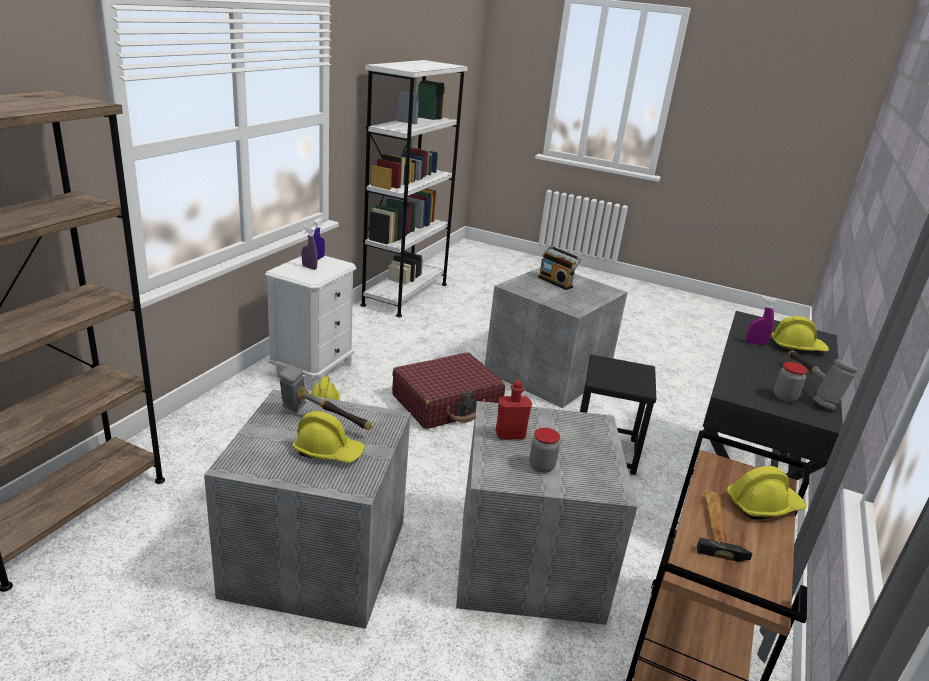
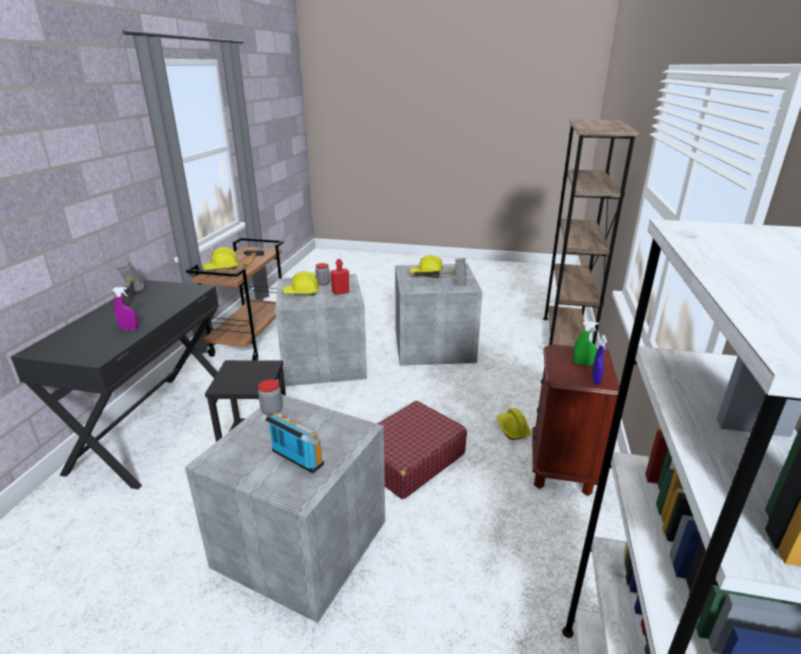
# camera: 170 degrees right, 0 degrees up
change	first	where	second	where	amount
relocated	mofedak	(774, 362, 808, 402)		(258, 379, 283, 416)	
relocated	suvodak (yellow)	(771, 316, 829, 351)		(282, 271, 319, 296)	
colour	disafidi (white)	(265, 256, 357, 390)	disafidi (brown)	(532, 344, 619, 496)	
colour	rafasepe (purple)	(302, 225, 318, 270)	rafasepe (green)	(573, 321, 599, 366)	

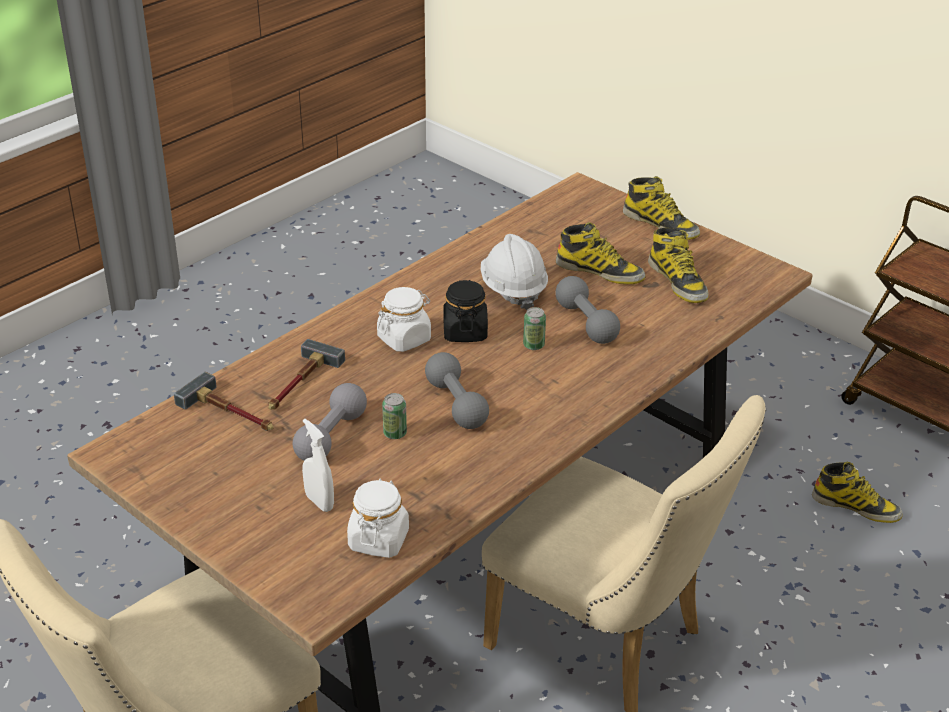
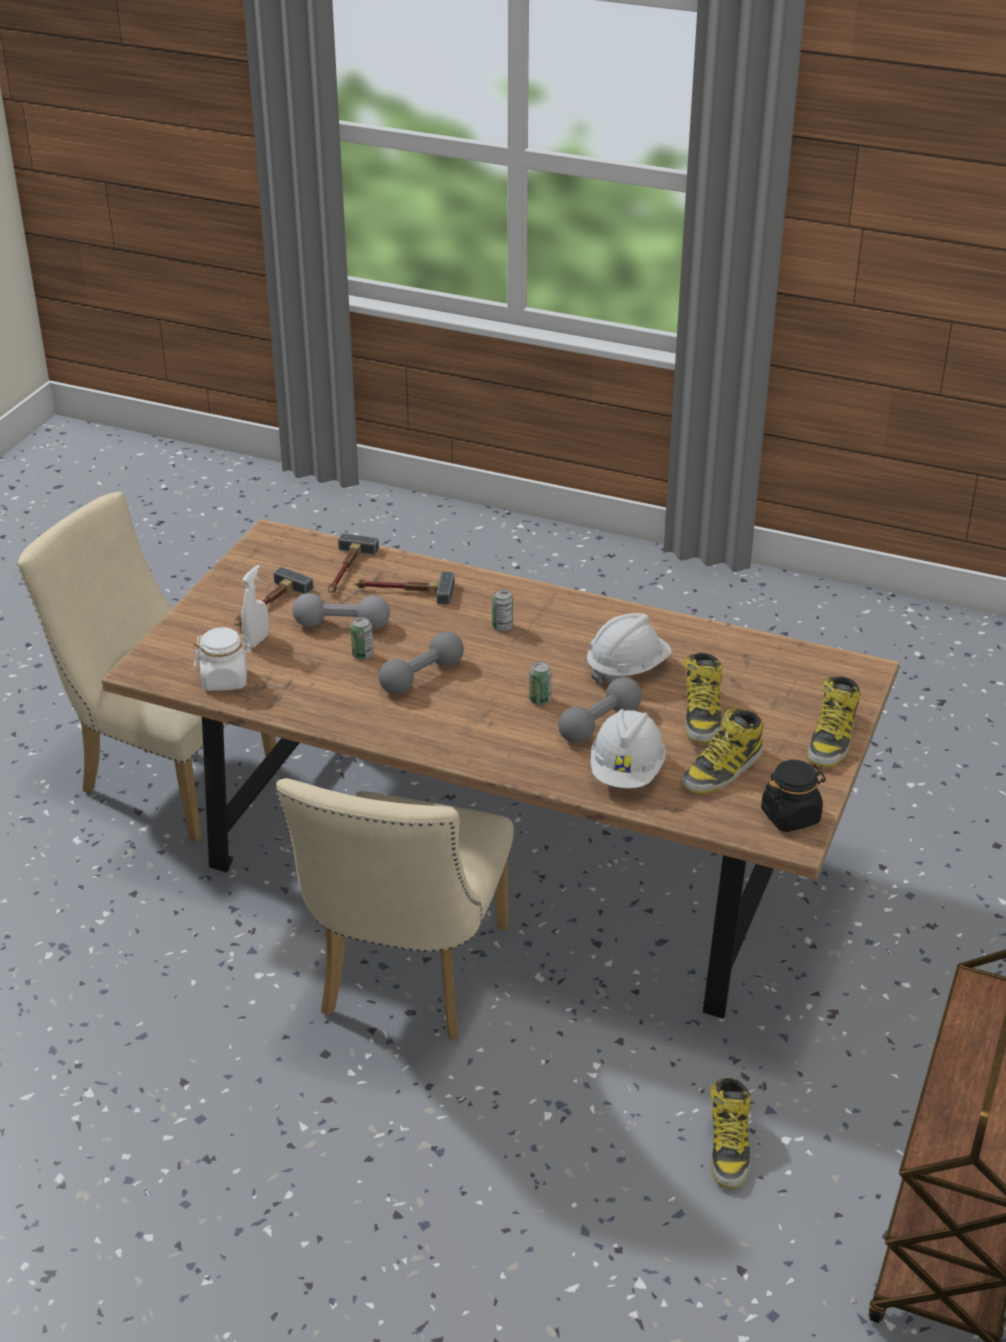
# camera: 70 degrees right, 0 degrees up
change	first	where	second	where	amount
appeared			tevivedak	(235, 567, 313, 626)	
exchanged	mofedak (white)	(377, 287, 431, 352)	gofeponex	(492, 589, 513, 631)	
appeared			suvodak (white)	(590, 709, 666, 788)	
relocated	mofedak (black)	(443, 280, 488, 342)		(761, 760, 826, 832)	

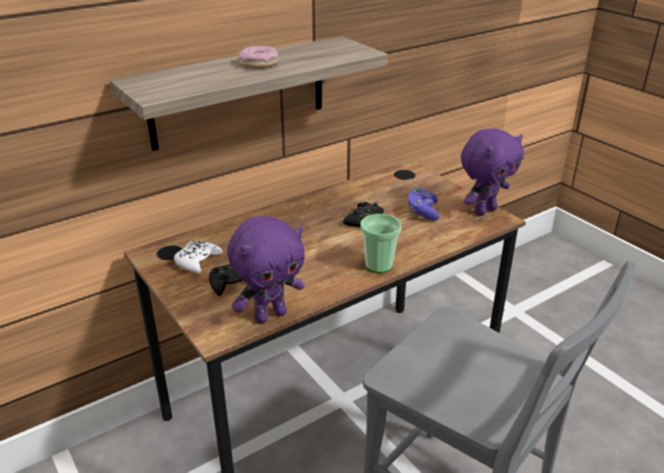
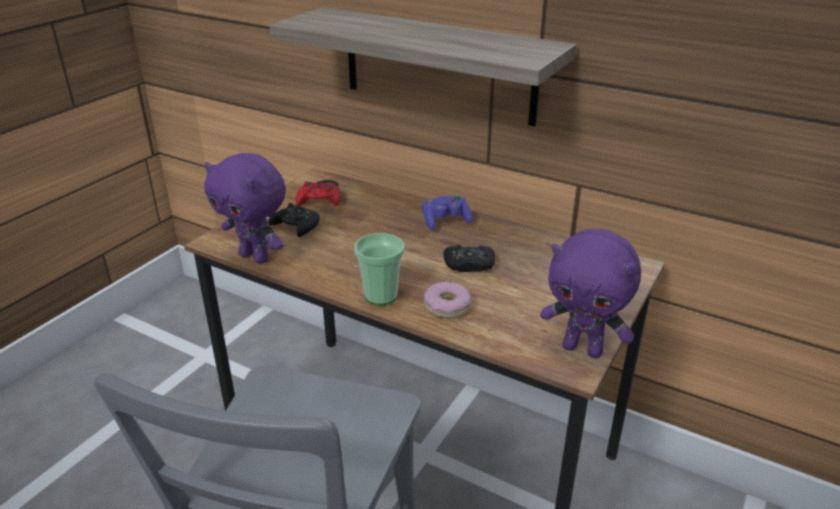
# camera: 65 degrees right, 0 degrees up
change	first	where	second	where	amount
colour	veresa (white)	(174, 240, 223, 274)	veresa (red)	(295, 181, 341, 206)	
relocated	veresa (purple)	(408, 188, 440, 221)		(422, 195, 473, 230)	
relocated	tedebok	(238, 46, 278, 68)		(424, 282, 471, 318)	

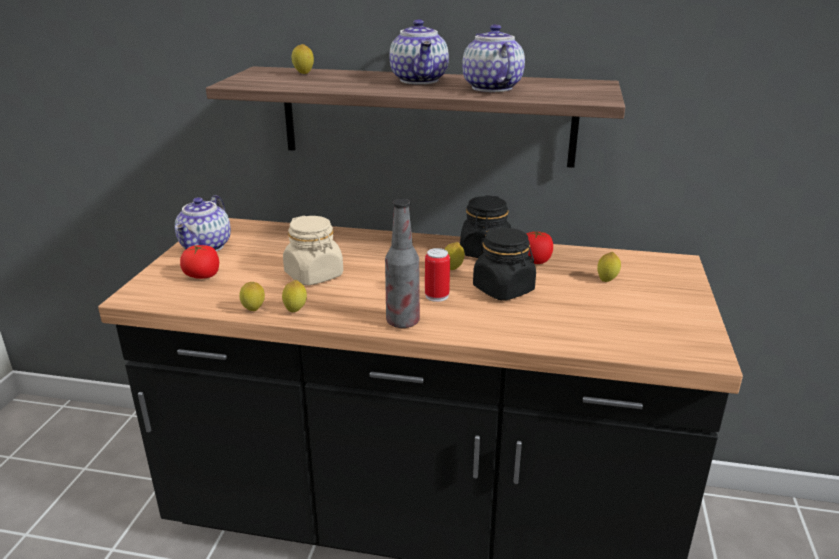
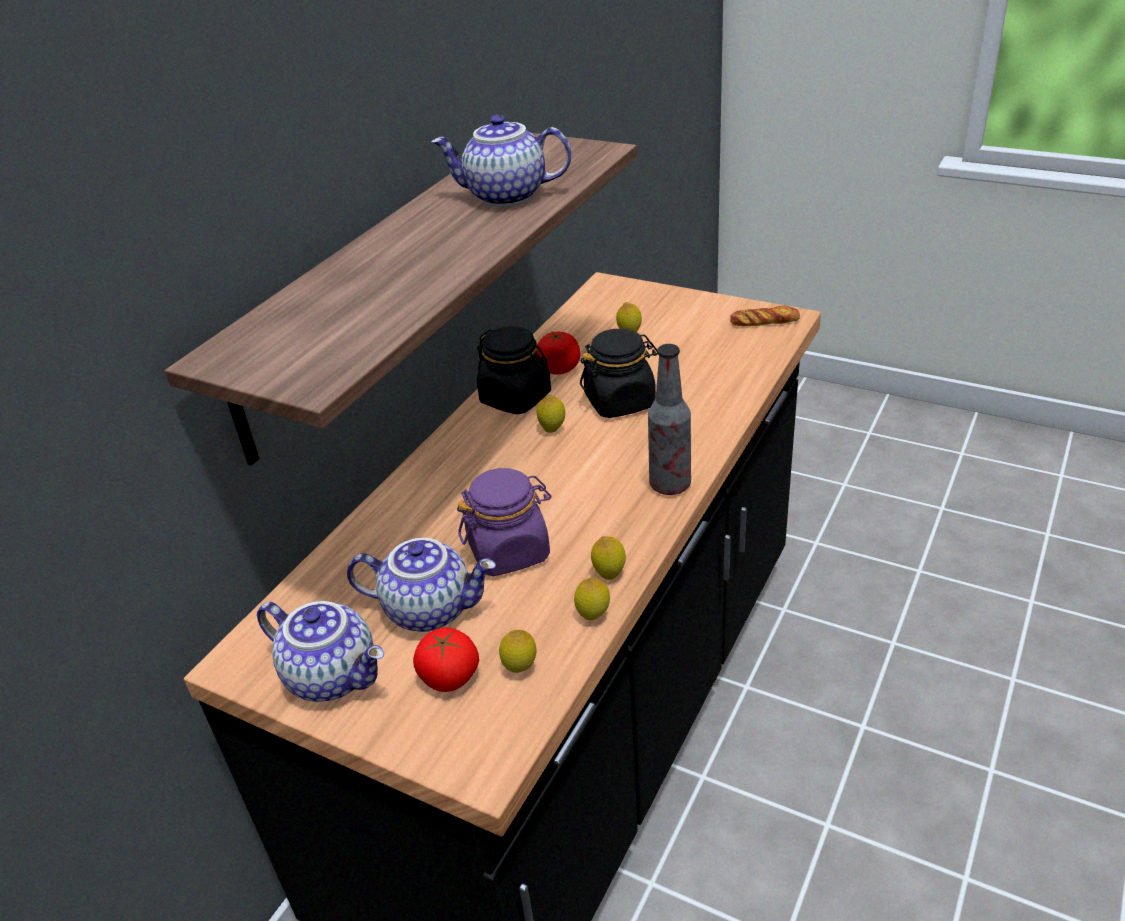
# camera: 70 degrees left, 10 degrees up
change	first	where	second	where	amount
relocated	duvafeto	(390, 19, 449, 84)		(347, 538, 496, 632)	
colour	mofedak (beige)	(283, 215, 343, 286)	mofedak (purple)	(457, 468, 551, 576)	
relocated	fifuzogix	(292, 44, 314, 74)		(499, 630, 536, 673)	
appeared			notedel	(730, 306, 800, 326)	
missing	gofeponex	(425, 248, 450, 302)			

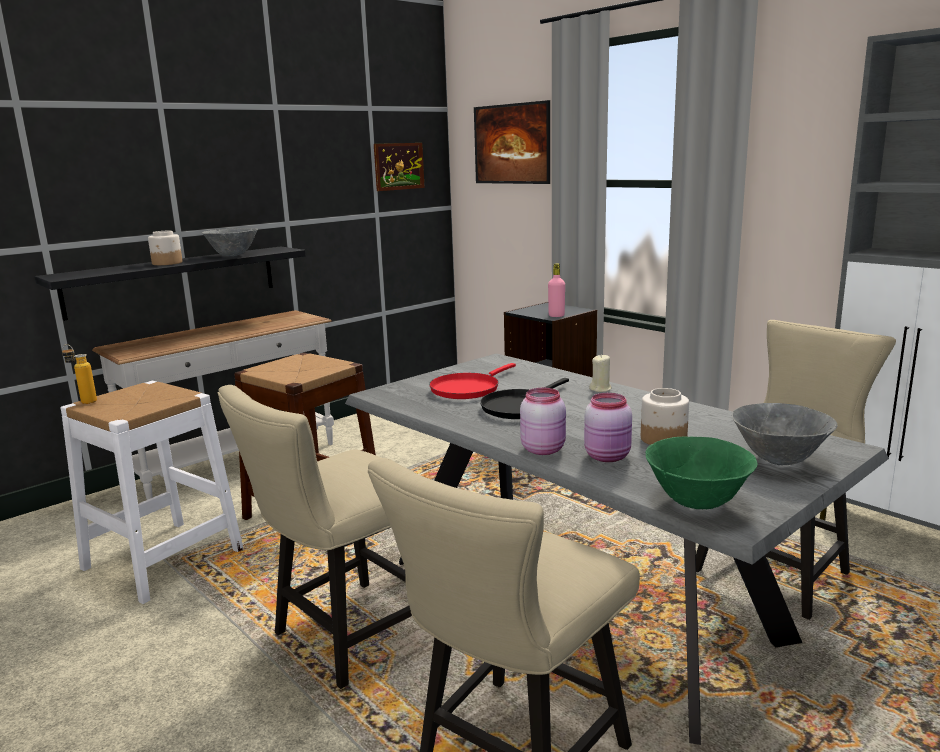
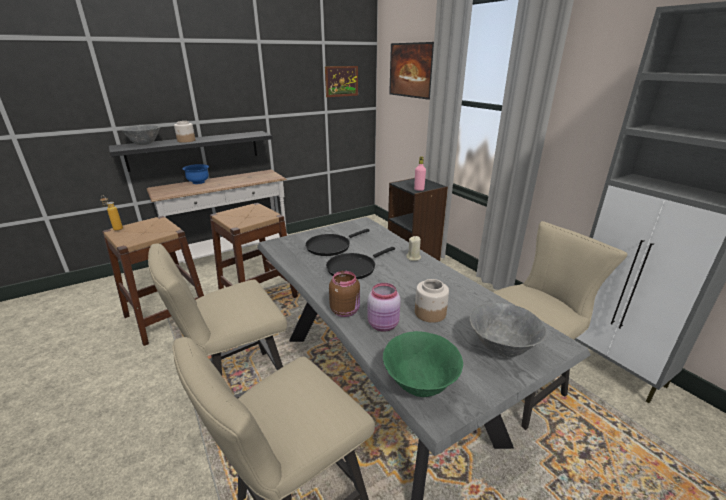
# camera: 10 degrees right, 10 degrees up
change	first	where	second	where	amount
colour	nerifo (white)	(60, 381, 244, 604)	nerifo (brown)	(102, 216, 204, 346)	
relocated	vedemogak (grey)	(202, 228, 258, 256)		(121, 125, 160, 145)	
appeared			vedemogak (blue)	(182, 164, 209, 184)	
colour	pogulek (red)	(429, 363, 516, 399)	pogulek (black)	(305, 229, 370, 256)	
colour	mofedak (pink)	(520, 388, 566, 455)	mofedak (brown)	(329, 271, 360, 317)	

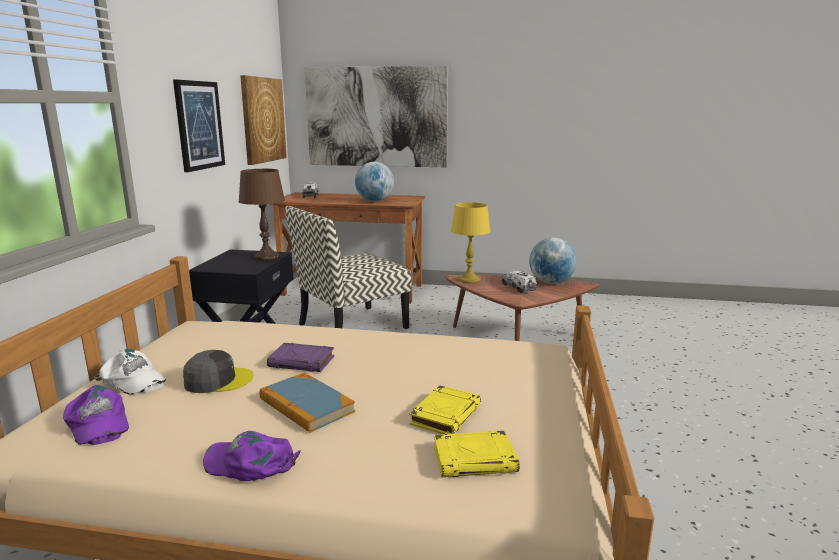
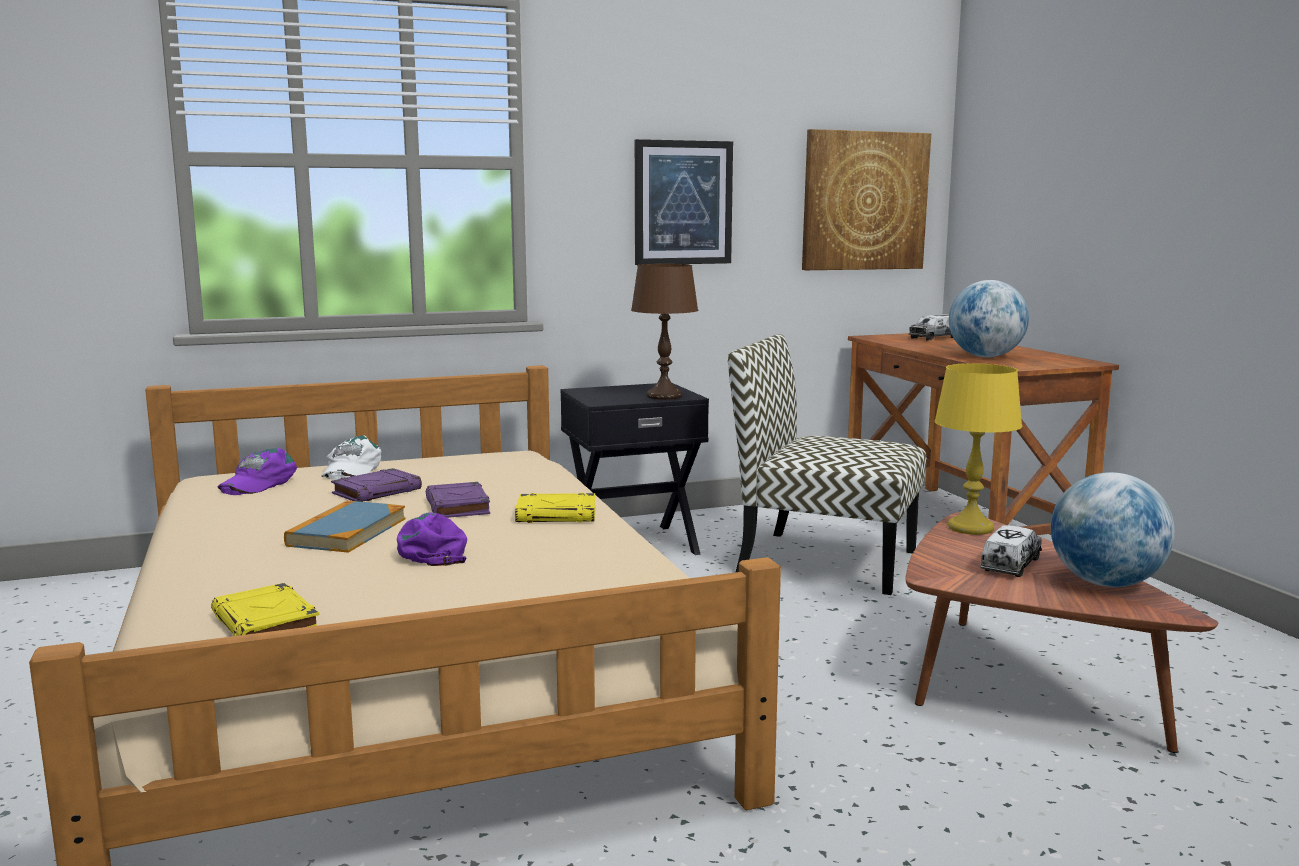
# camera: 60 degrees right, 5 degrees down
change	first	where	second	where	amount
exchanged	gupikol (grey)	(183, 350, 254, 393)	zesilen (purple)	(331, 468, 422, 502)	
relocated	gupikol (purple)	(203, 431, 301, 481)		(397, 512, 467, 566)	
relocated	zesilen (yellow)	(409, 385, 481, 434)		(515, 493, 596, 523)	
missing	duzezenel	(305, 66, 448, 167)			

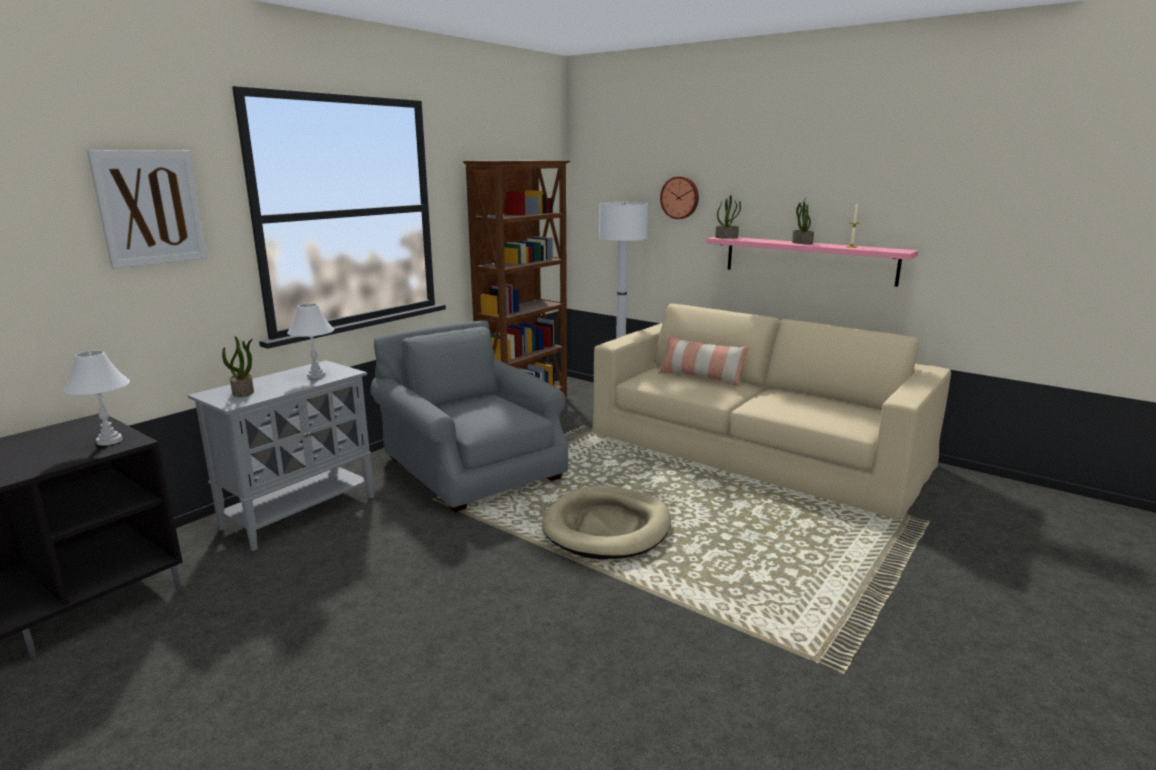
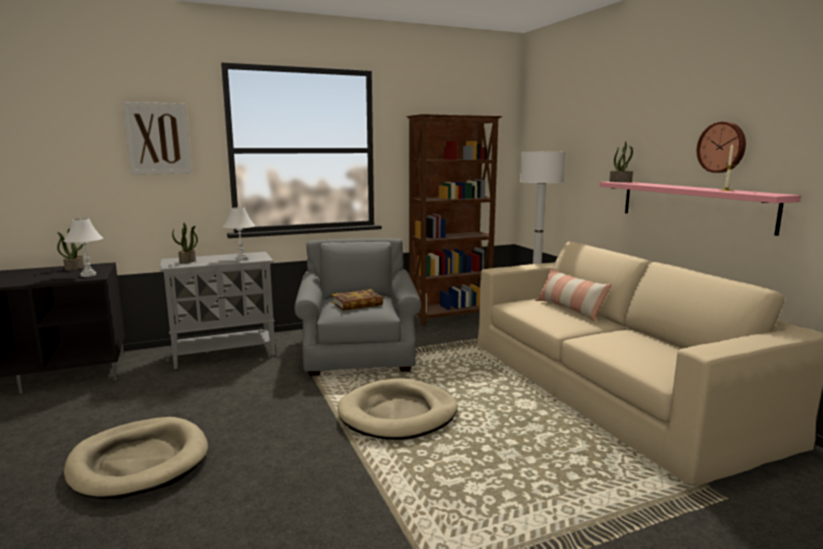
# camera: 30 degrees right, 5 degrees down
change	first	where	second	where	amount
relocated	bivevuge	(792, 199, 814, 245)		(57, 228, 84, 271)	
appeared			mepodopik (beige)	(64, 417, 208, 499)	
appeared			zesilen	(332, 289, 383, 310)	
relocated	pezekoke	(660, 176, 699, 219)		(697, 122, 746, 173)	

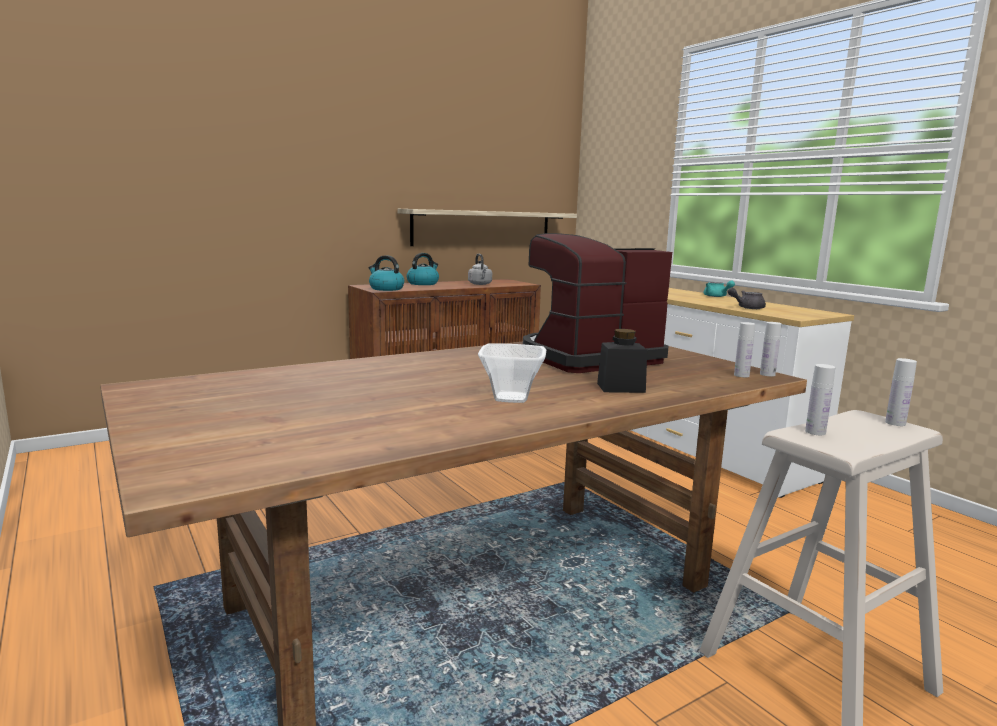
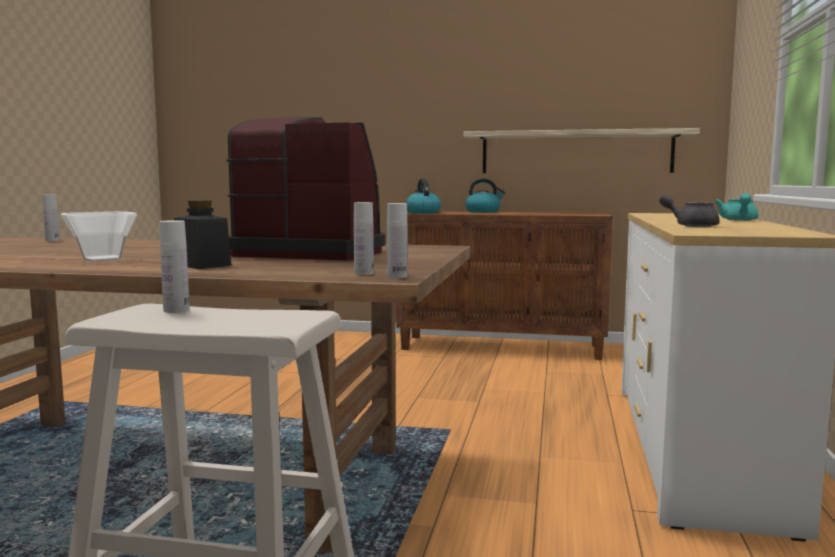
# camera: 45 degrees right, 5 degrees down
change	first	where	second	where	amount
relocated	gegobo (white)	(885, 358, 917, 426)		(42, 194, 60, 241)	
missing	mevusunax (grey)	(468, 254, 492, 285)			

